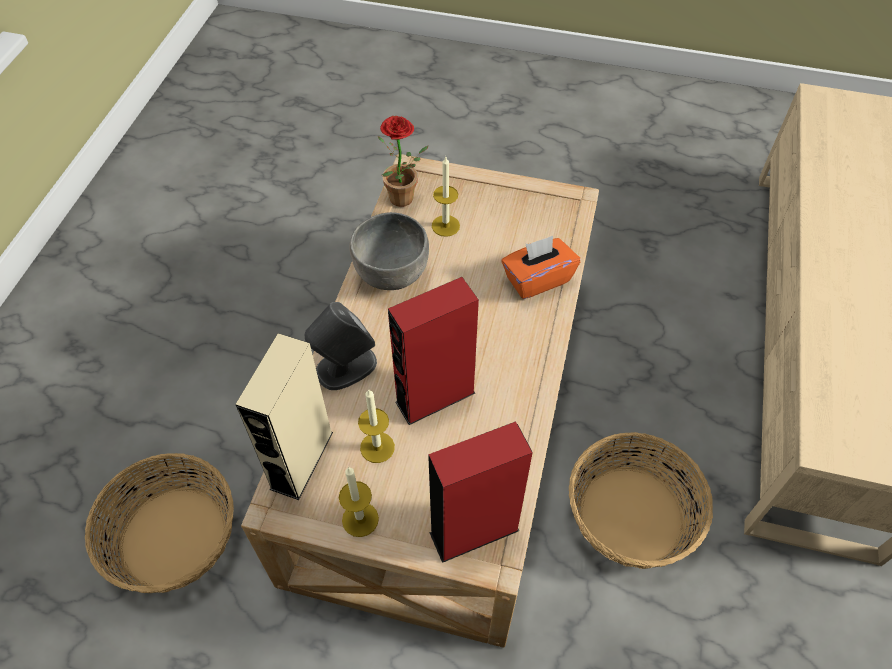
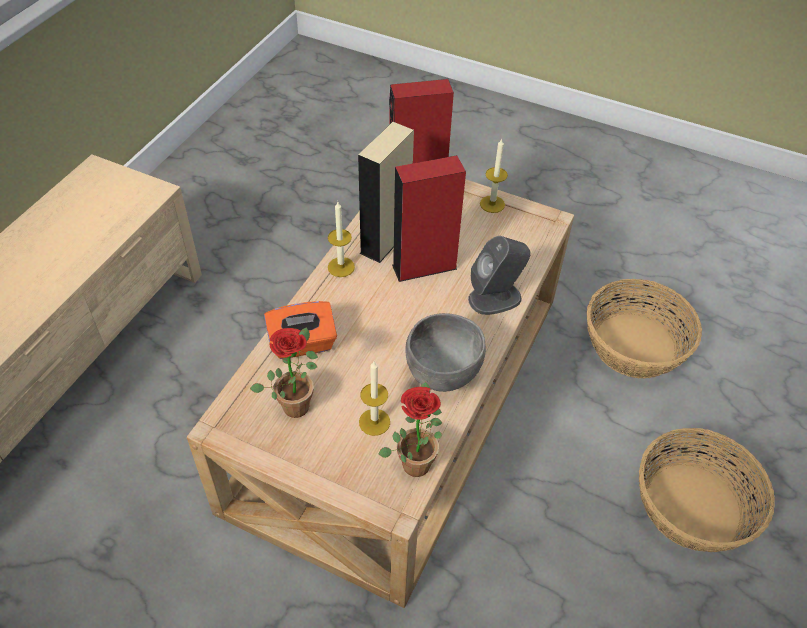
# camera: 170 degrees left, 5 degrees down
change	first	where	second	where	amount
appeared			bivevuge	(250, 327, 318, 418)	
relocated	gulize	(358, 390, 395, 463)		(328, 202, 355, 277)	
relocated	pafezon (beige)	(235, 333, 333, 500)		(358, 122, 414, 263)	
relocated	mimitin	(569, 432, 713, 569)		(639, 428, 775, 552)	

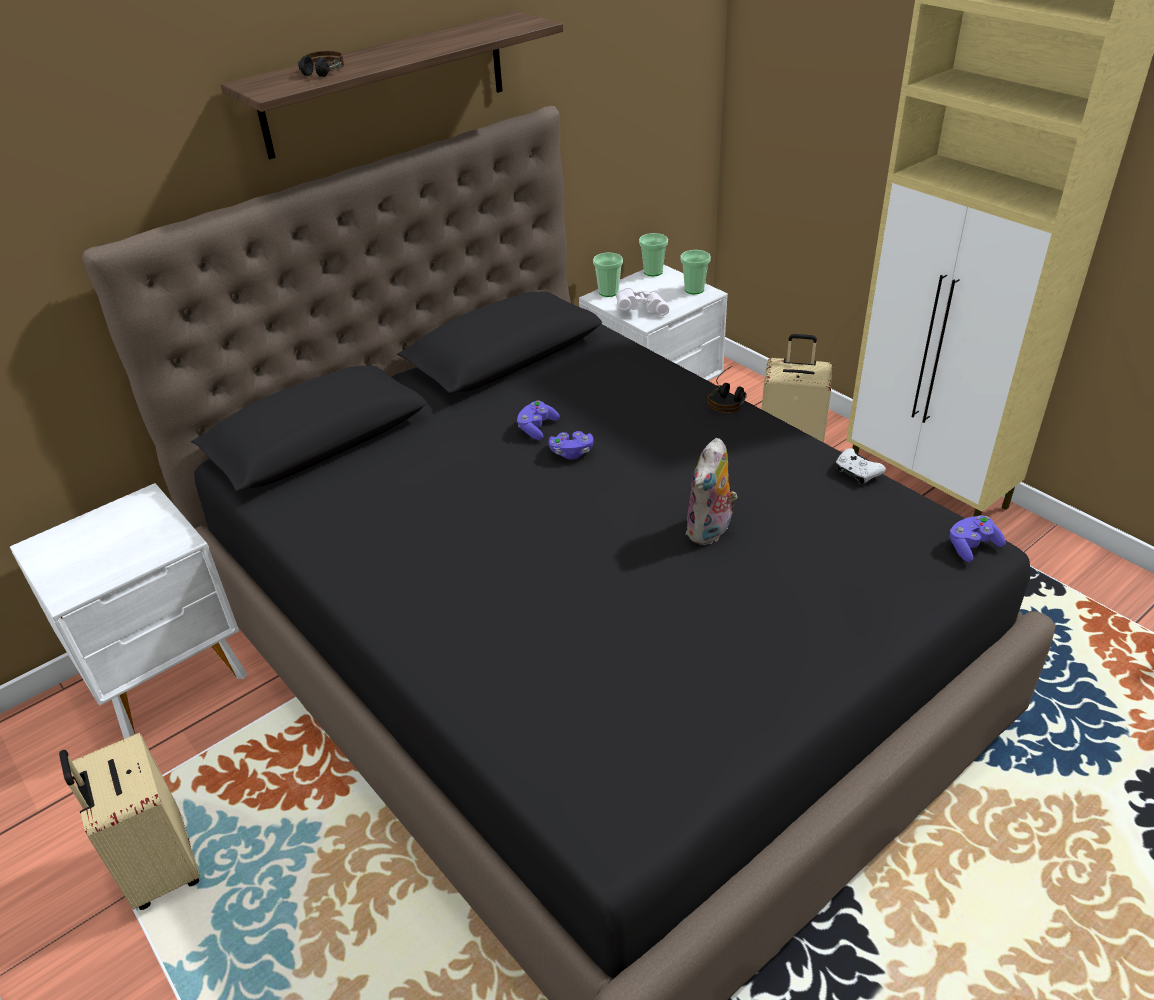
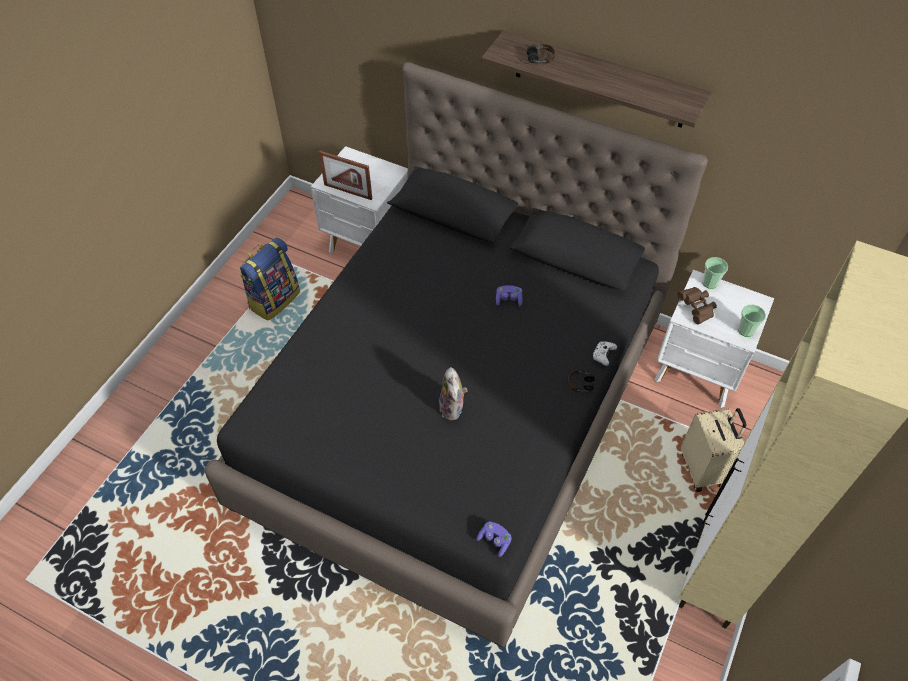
# camera: 65 degrees right, 15 degrees up
change	first	where	second	where	amount
exchanged	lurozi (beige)	(59, 733, 200, 910)	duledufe	(239, 237, 300, 321)	
appeared			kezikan	(319, 151, 372, 200)	
spun	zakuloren	(685, 438, 737, 545)		(439, 367, 468, 420)	105 degrees counterclockwise
relocated	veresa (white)	(836, 448, 886, 485)		(592, 341, 617, 366)	
colour	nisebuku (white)	(616, 288, 669, 316)	nisebuku (brown)	(677, 287, 717, 324)	
missing	veresa (purple)	(548, 431, 594, 460)			
missing	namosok	(639, 233, 668, 276)			

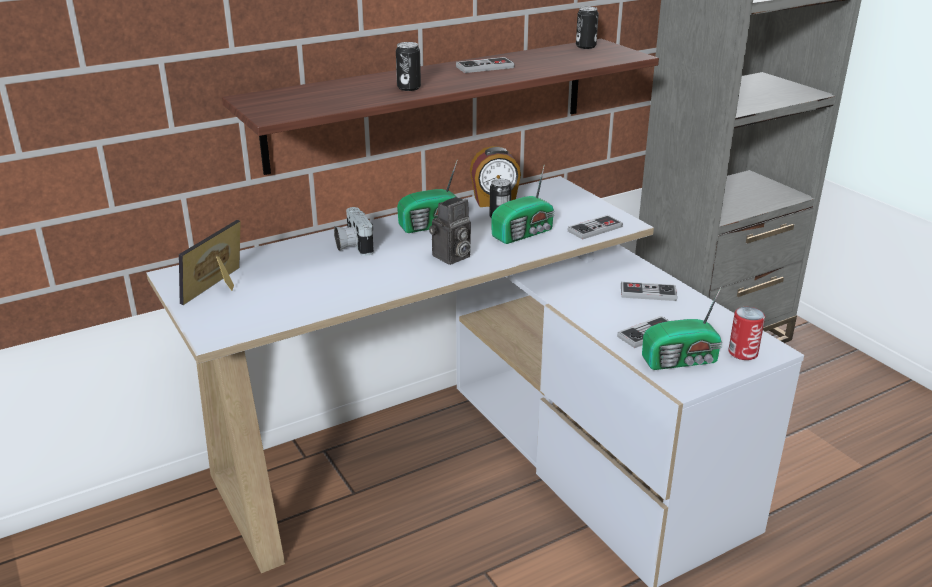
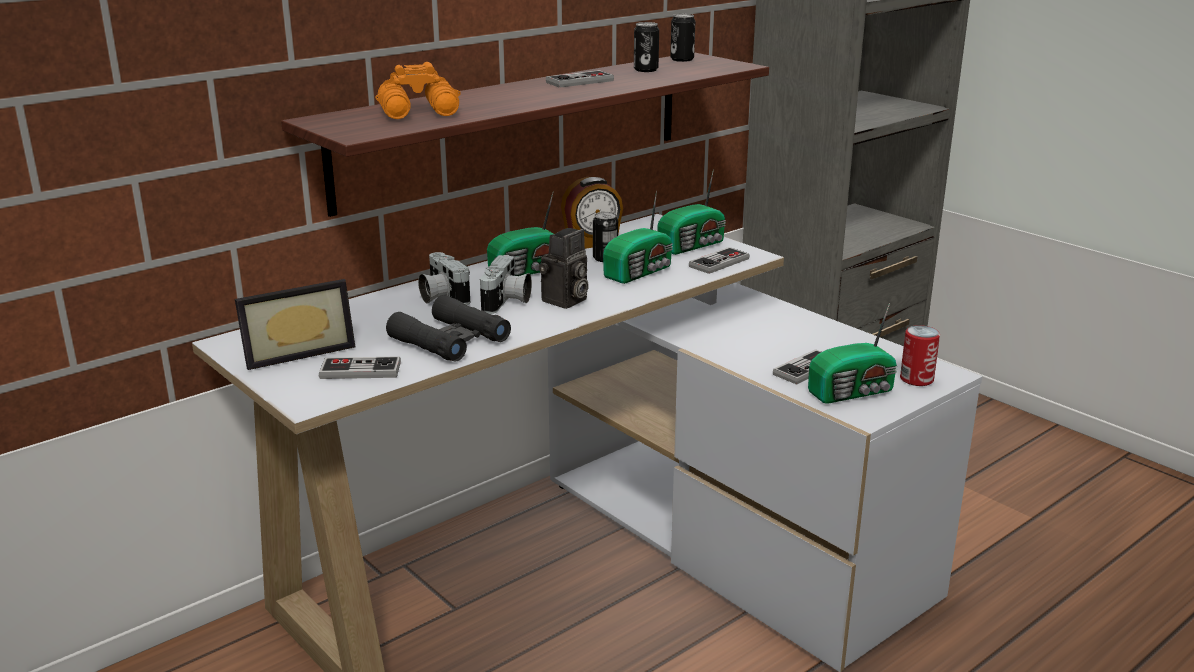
# camera: 10 degrees left, 5 degrees down
change	first	where	second	where	amount
spun	kezikan	(179, 220, 241, 305)		(235, 279, 355, 370)	135 degrees counterclockwise
relocated	veresa	(621, 282, 677, 301)		(319, 356, 401, 379)	
appeared			nisebuku (orange)	(375, 62, 461, 119)	
appeared			nisebuku (black)	(386, 295, 511, 361)	
appeared			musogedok	(480, 255, 532, 314)	
relocated	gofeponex	(396, 42, 421, 91)		(634, 22, 659, 72)	
appeared			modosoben	(657, 170, 726, 255)	

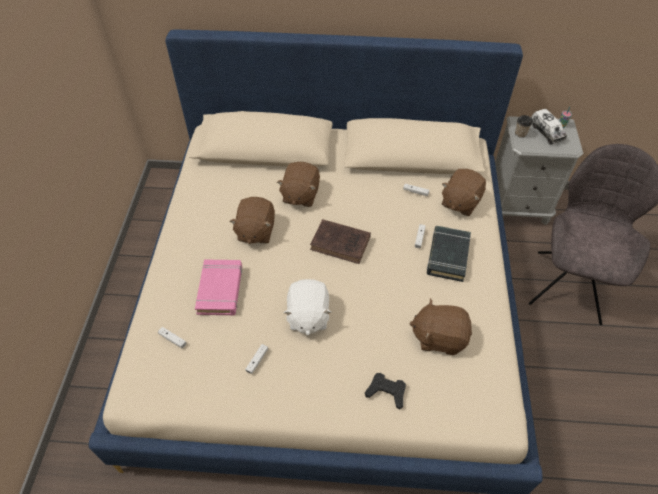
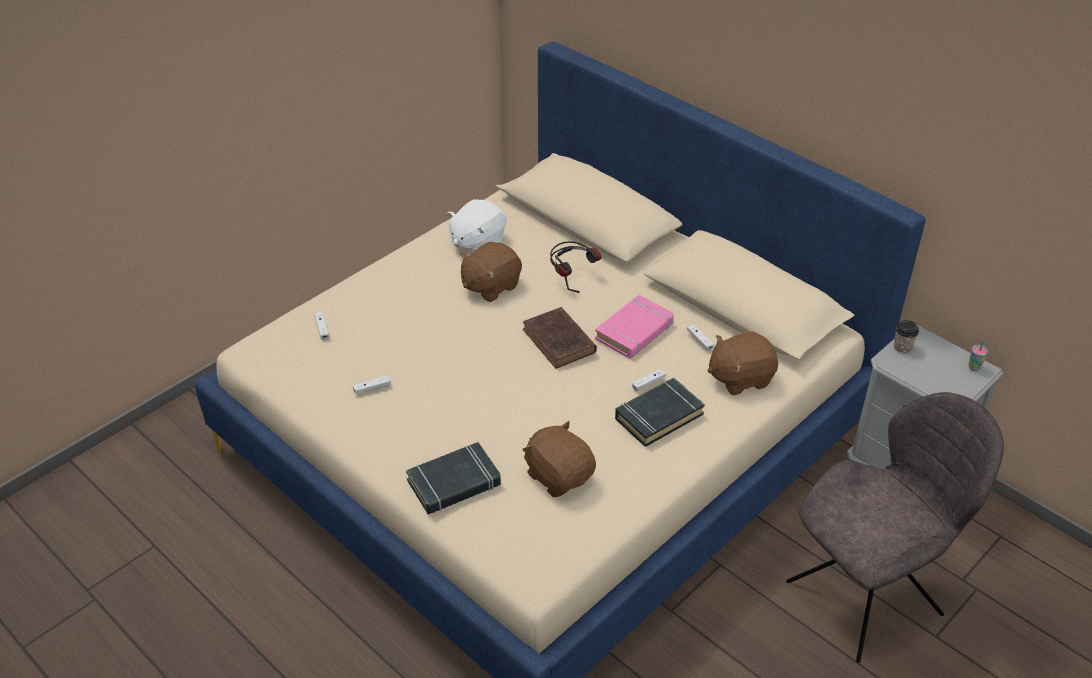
# camera: 40 degrees right, 10 degrees down
change	first	where	second	where	amount
exchanged	veresa (black)	(365, 373, 406, 409)	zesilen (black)	(406, 442, 501, 514)	
relocated	zakuloren (white)	(284, 279, 331, 335)		(447, 199, 506, 253)	
exchanged	zakuloren (brown)	(277, 162, 320, 207)	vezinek	(550, 241, 601, 293)	
relocated	zesilen (pink)	(195, 259, 242, 315)		(595, 295, 674, 359)	
missing	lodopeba	(531, 109, 567, 145)			

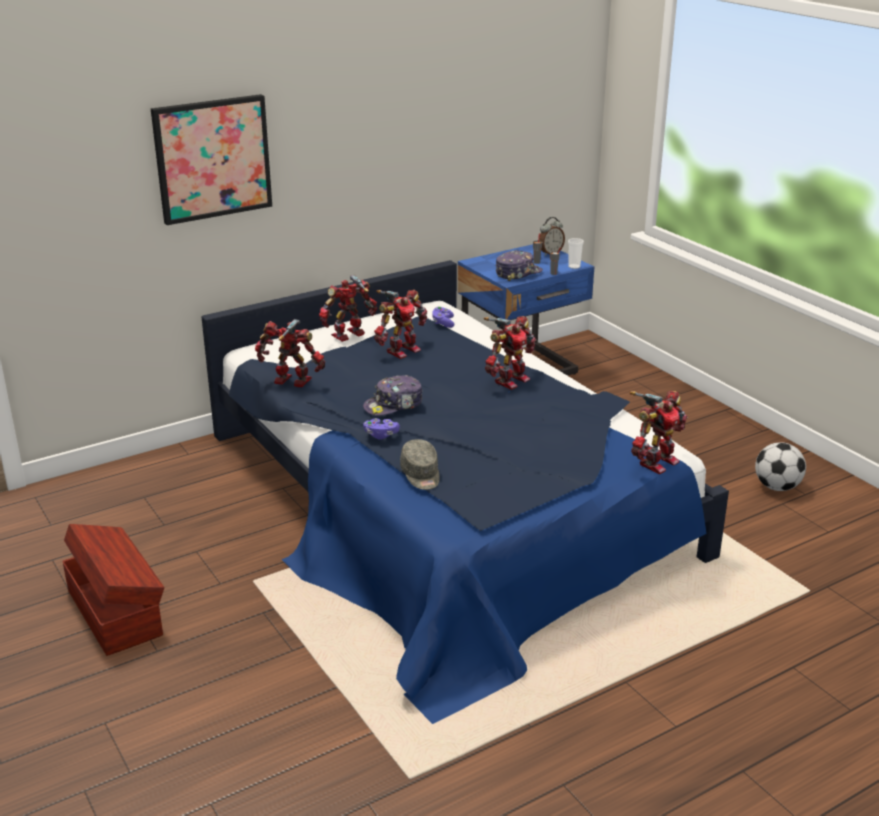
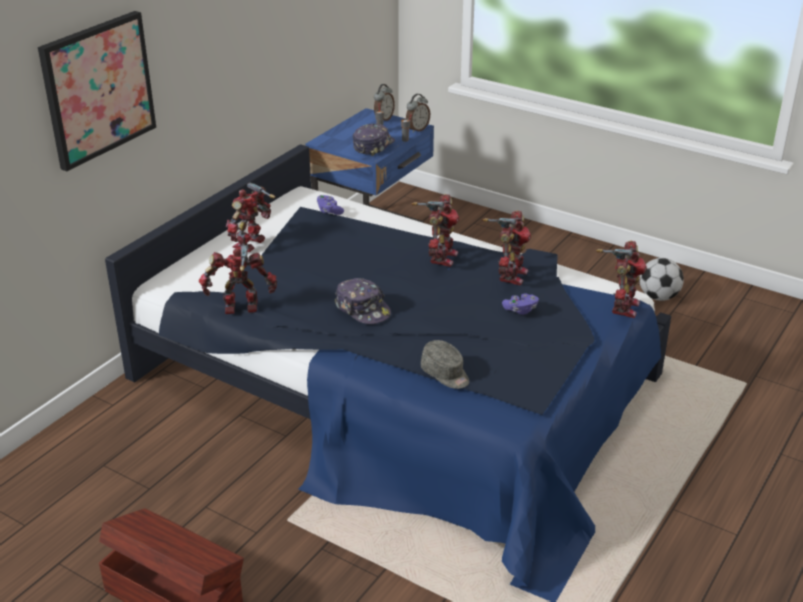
# camera: 25 degrees left, 5 degrees up
change	first	where	second	where	amount
spun	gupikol	(363, 375, 422, 416)		(334, 278, 391, 324)	75 degrees counterclockwise
exchanged	namosok	(568, 238, 584, 269)	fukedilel	(406, 94, 430, 133)	
relocated	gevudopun	(374, 290, 427, 359)		(482, 210, 531, 285)	
relocated	veresa (purple)	(363, 418, 400, 440)		(502, 294, 539, 315)	

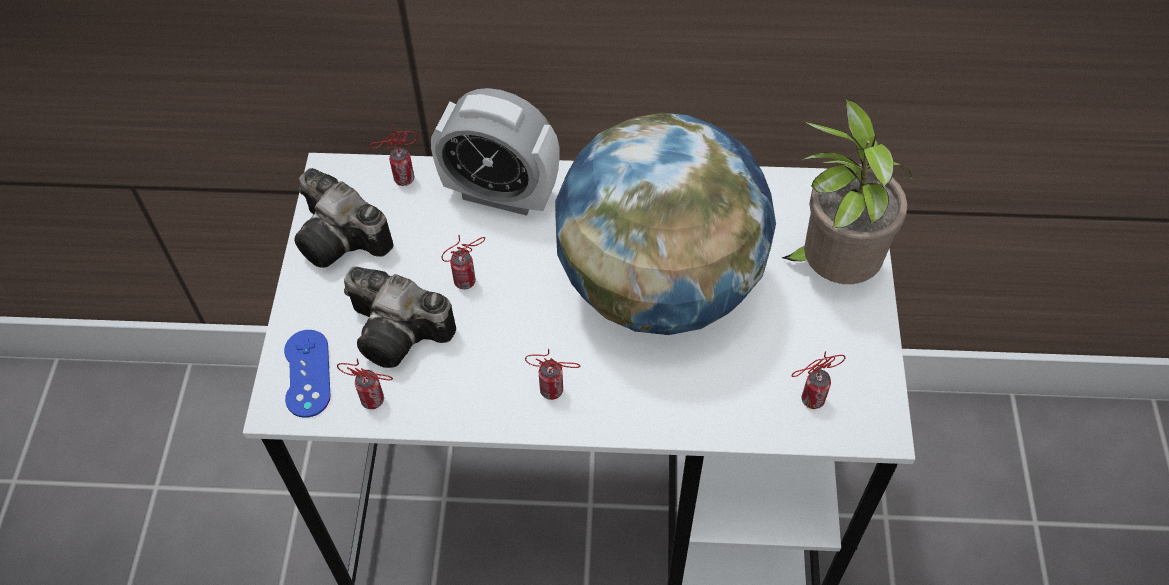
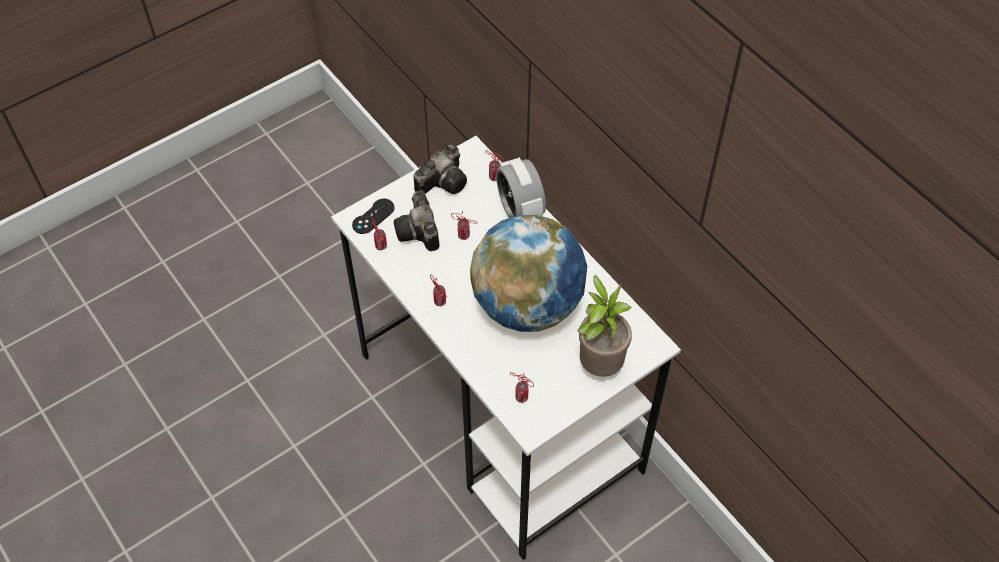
# camera: 50 degrees right, 0 degrees up
change	first	where	second	where	amount
colour	veresa (blue)	(284, 330, 331, 418)	veresa (black)	(352, 199, 395, 234)	
spun	musogedok	(294, 168, 393, 268)		(414, 144, 467, 194)	135 degrees counterclockwise

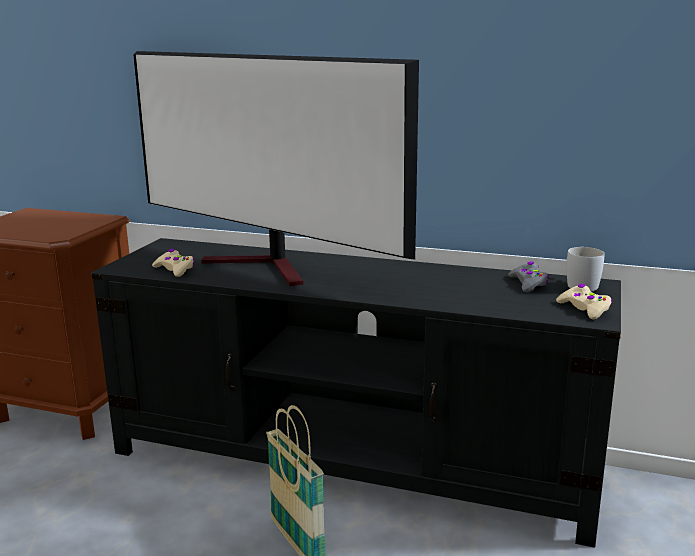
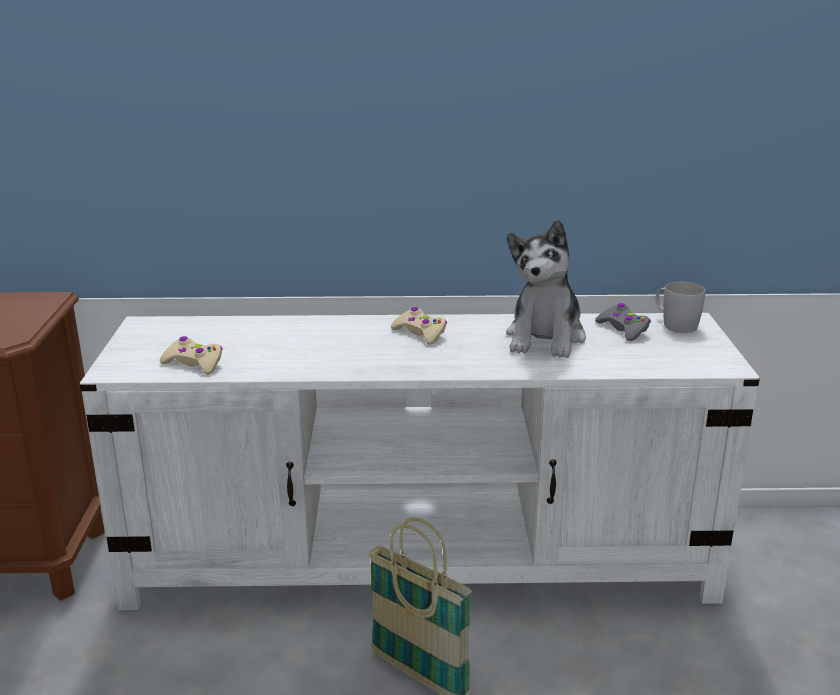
# camera: 20 degrees left, 5 degrees up
change	first	where	second	where	amount
colour	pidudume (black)	(91, 238, 621, 548)	pidudume (white)	(80, 313, 760, 610)	
relocated	veresa (beige)	(556, 284, 613, 320)		(391, 307, 447, 345)	
appeared			zakuloren	(506, 220, 586, 358)	
missing	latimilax	(133, 51, 419, 286)			

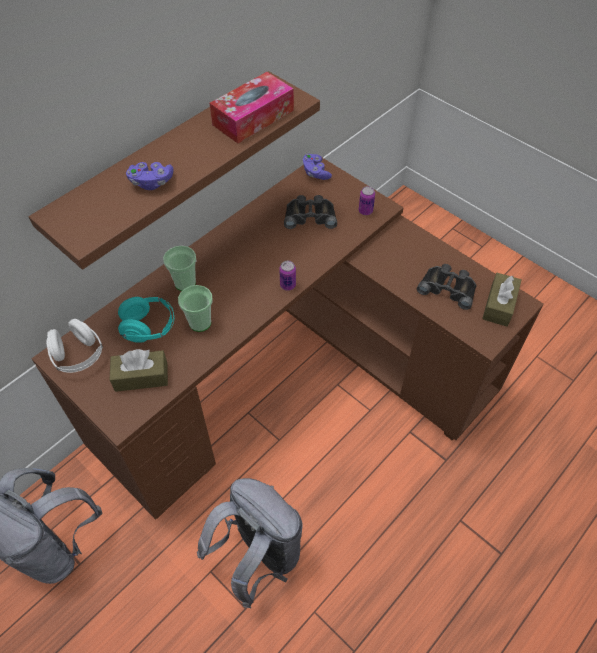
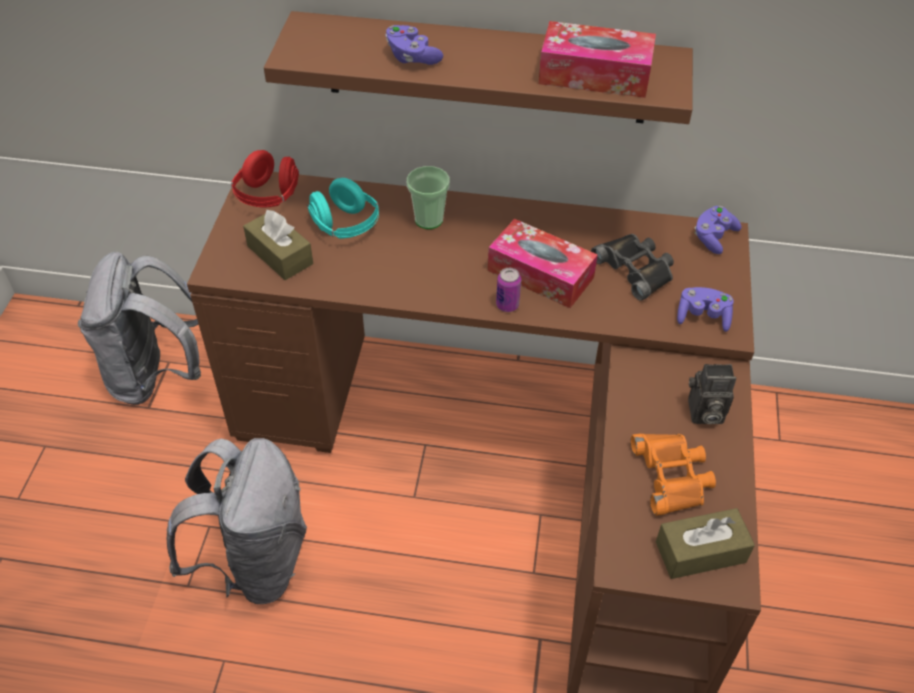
# camera: 55 degrees right, 5 degrees down
change	first	where	second	where	amount
colour	vezinek (white)	(46, 319, 103, 373)	vezinek (red)	(231, 150, 299, 207)	
appeared			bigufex	(488, 219, 598, 308)	
colour	nisebuku (black)	(417, 264, 477, 310)	nisebuku (orange)	(631, 434, 716, 516)	
exchanged	gofeponex	(359, 186, 375, 215)	veresa (purple)	(677, 287, 734, 332)	
appeared			musogedok	(688, 364, 736, 424)	
missing	namosok	(178, 285, 213, 332)			

